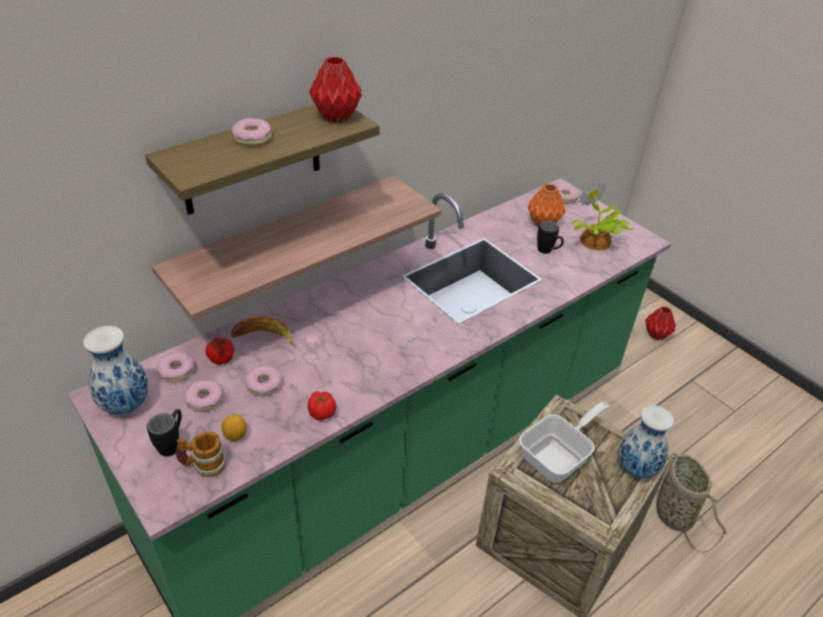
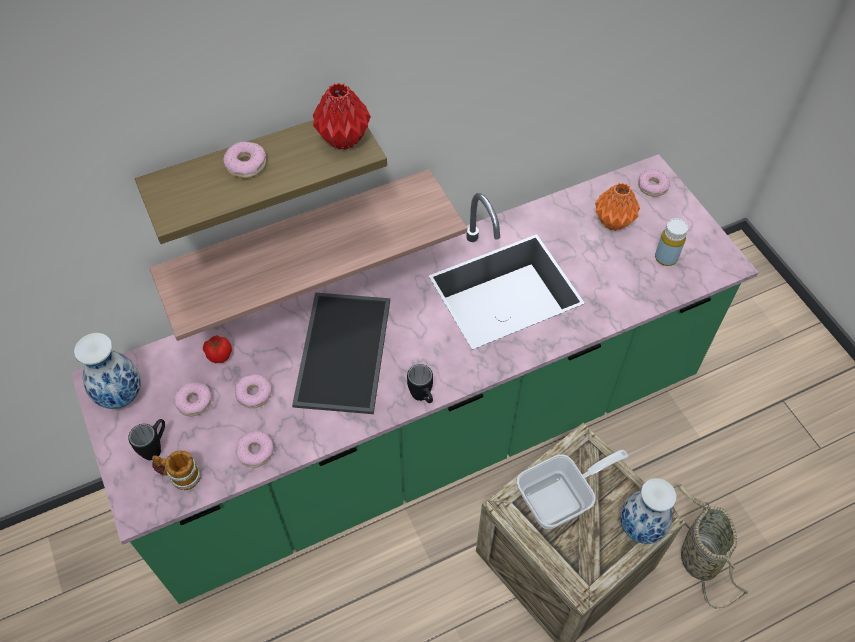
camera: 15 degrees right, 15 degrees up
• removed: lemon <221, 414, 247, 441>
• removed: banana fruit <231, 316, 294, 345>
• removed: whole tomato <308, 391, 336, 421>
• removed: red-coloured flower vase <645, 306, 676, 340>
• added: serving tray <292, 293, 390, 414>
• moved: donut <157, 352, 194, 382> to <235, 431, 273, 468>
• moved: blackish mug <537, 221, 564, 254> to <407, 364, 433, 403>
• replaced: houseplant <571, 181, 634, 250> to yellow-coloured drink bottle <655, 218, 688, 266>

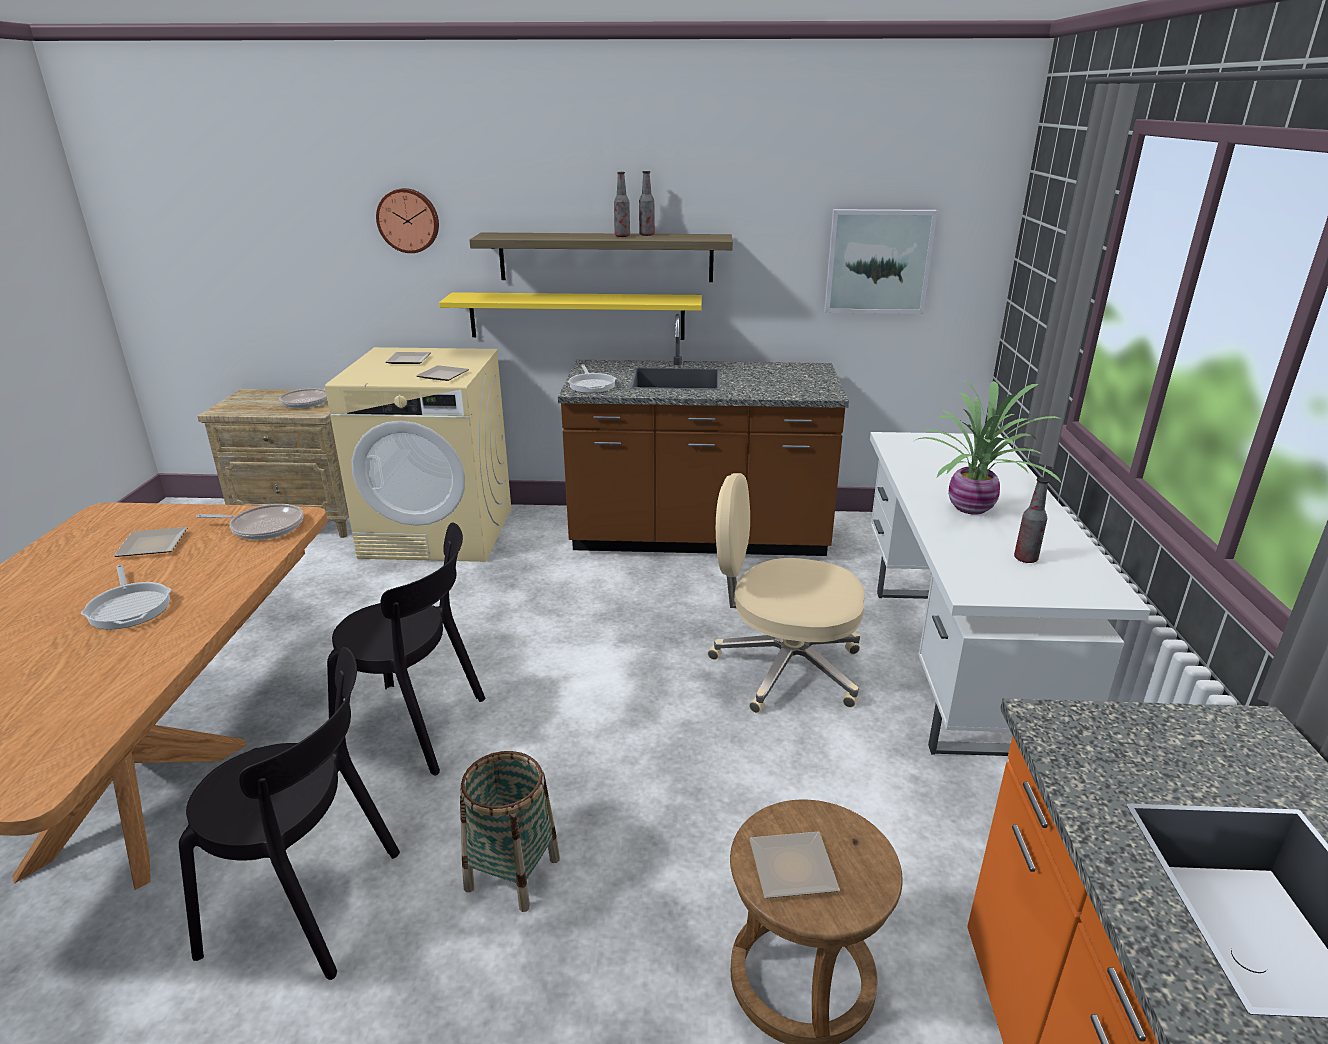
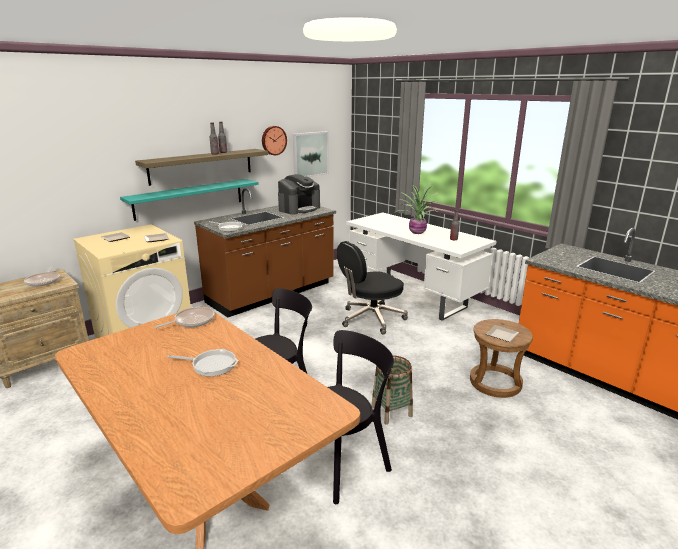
camera: 45 degrees left, 5 degrees down
• removed: flat dish <113, 527, 188, 557>
• added: coffee maker <278, 174, 320, 214>
• moved: clock on the wall <376, 188, 439, 253> to <262, 126, 287, 155>
• recoloured: yellow-coloured wall shelf <439, 292, 702, 340> to turquoise-coloured wall shelf <120, 179, 259, 221>
• recoloured: beige office chair <707, 473, 865, 713> to blackish office chair <337, 241, 408, 334>

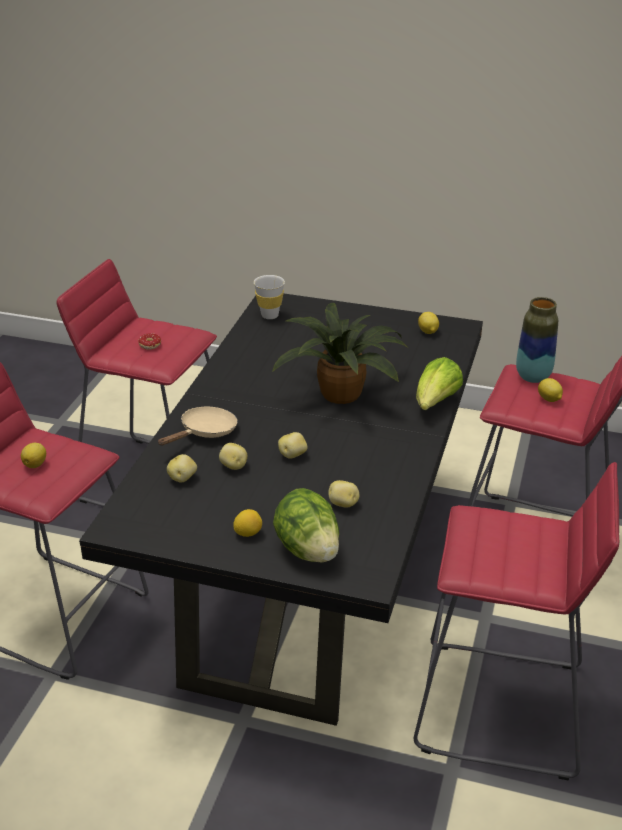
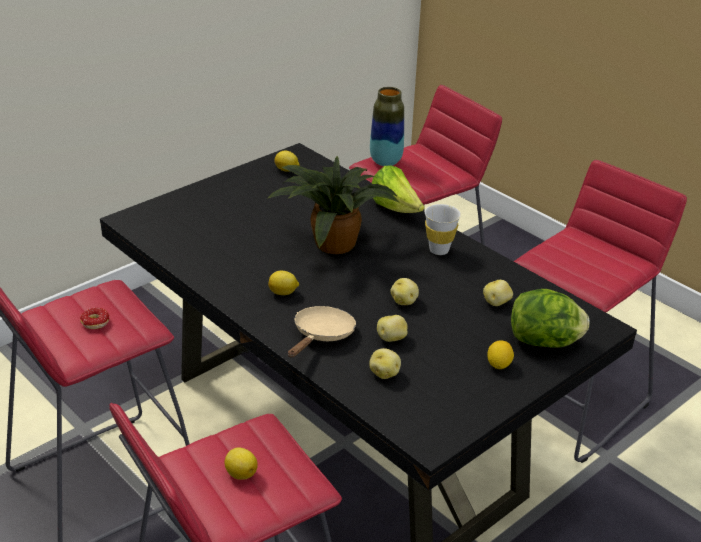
camera: 60 degrees left, 0 degrees up
• moved: white-coloured cup <254, 275, 285, 319> to <425, 204, 461, 255>
• moved: lemon <538, 378, 563, 402> to <268, 271, 299, 295>
• turned: beige frying pan <157, 407, 238, 445> = <288, 306, 356, 358> 45 degrees clockwise

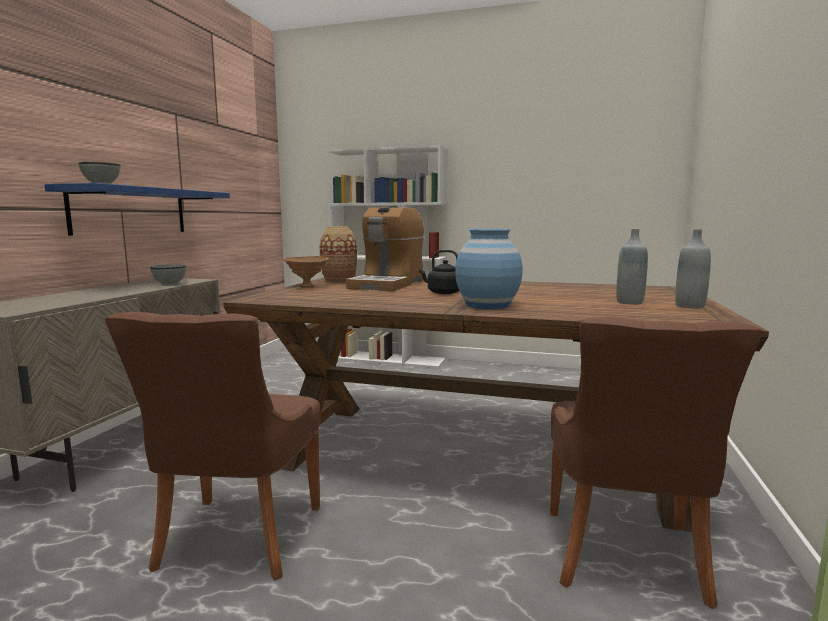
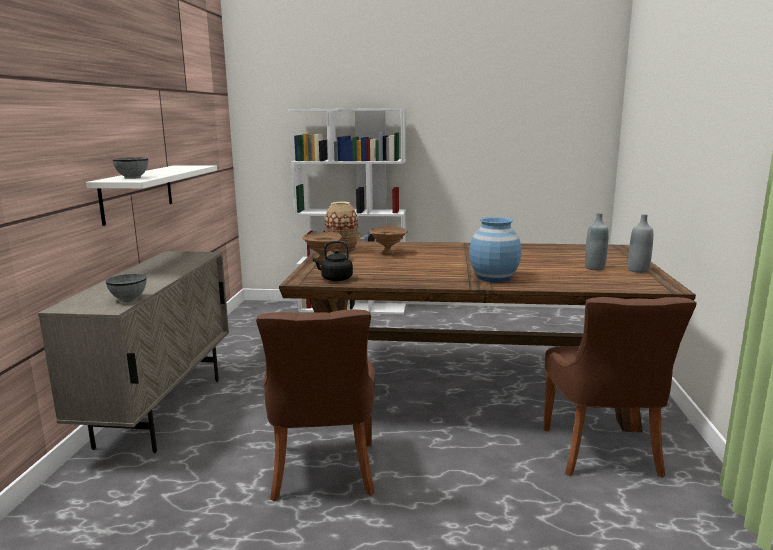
camera: 10 degrees left, 5 degrees up
• moved: gray serving bowl <150, 265, 186, 286> to <106, 274, 147, 302>
• moved: blackish kettle <419, 250, 459, 294> to <312, 241, 353, 281>
• replaced: coffee maker <346, 206, 424, 291> to brownish serving bowl <369, 226, 408, 254>
• recoloured: bluish wall shelf <45, 183, 230, 236> to white-coloured wall shelf <86, 165, 217, 226>

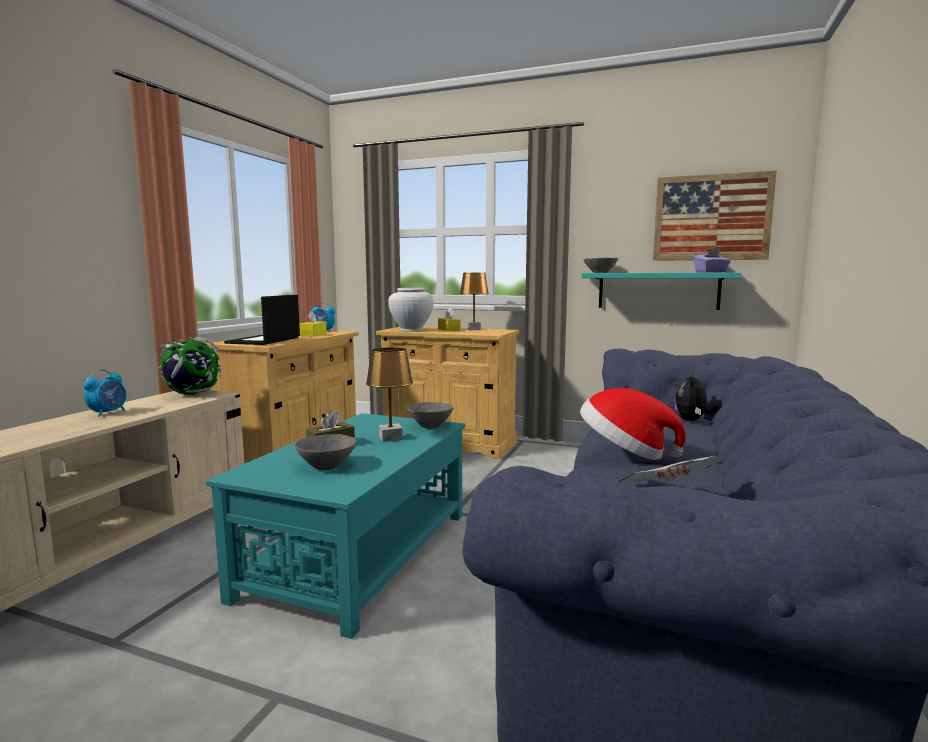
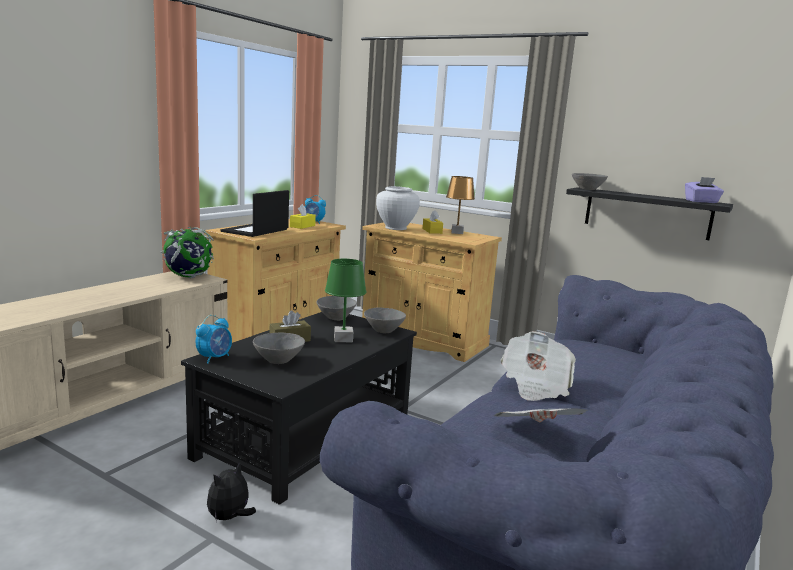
camera: 10 degrees right, 5 degrees up
• removed: picture <653, 170, 777, 261>
• added: gray serving bowl <316, 296, 357, 321>
• moved: table clock <83, 369, 127, 417> to <196, 315, 232, 363>
• moved: plush toy <674, 372, 718, 421> to <207, 462, 256, 521>
• replaced: hat <580, 388, 686, 460> to newspaper <501, 331, 576, 401>
• recoloured: turquoise-coloured low table <206, 413, 465, 639> to blackish low table <181, 312, 417, 505>
• recoloured: brownish tabletop lamp <366, 347, 413, 442> to green-coloured tabletop lamp <325, 259, 367, 342>
• recoloured: turquoise-coloured wall shelf <582, 273, 742, 310> to blackish wall shelf <566, 187, 733, 240>

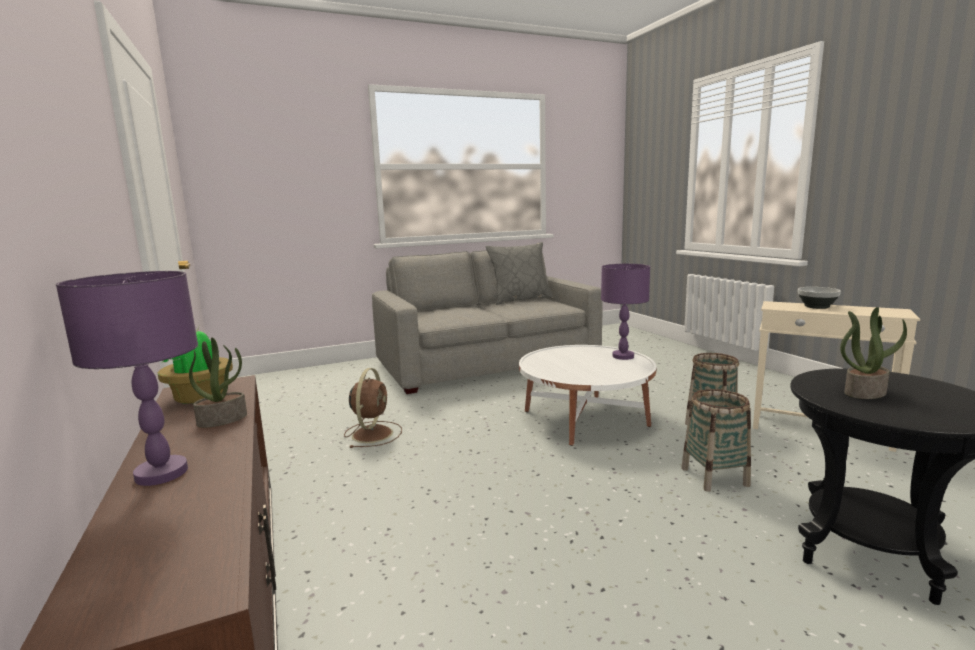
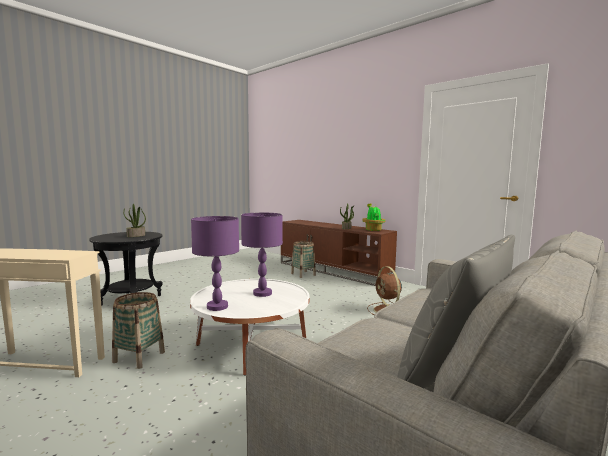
camera: 155 degrees right, 5 degrees down
• removed: serving bowl <798, 287, 841, 309>
• moved: purple-coloured tabletop lamp <56, 271, 198, 486> to <241, 213, 283, 297>
• moved: basket <681, 389, 751, 492> to <291, 241, 316, 278>

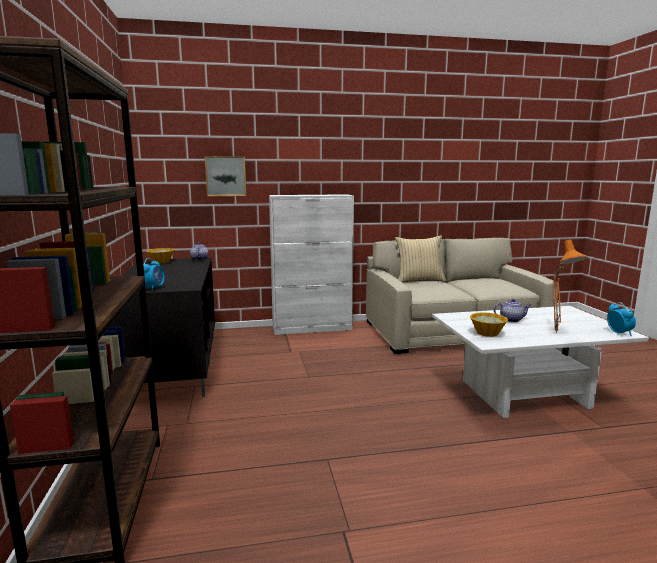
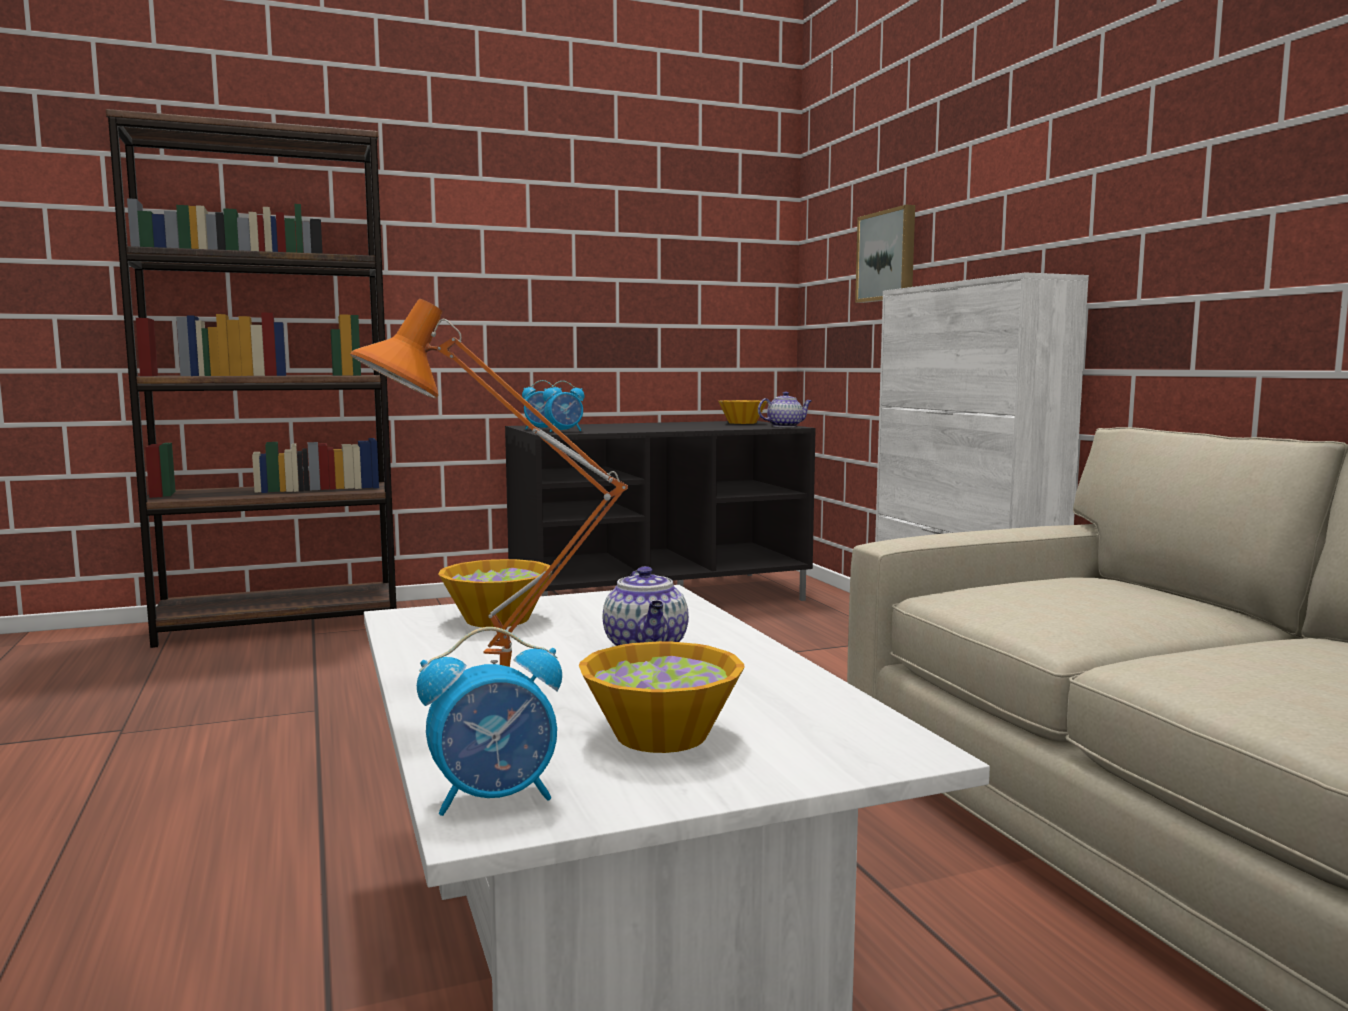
camera: 80 degrees right, 5 degrees down
• removed: beige throw pillow <395, 236, 446, 282>
• added: table clock <543, 381, 584, 432>
• added: serving bowl <579, 641, 745, 753>

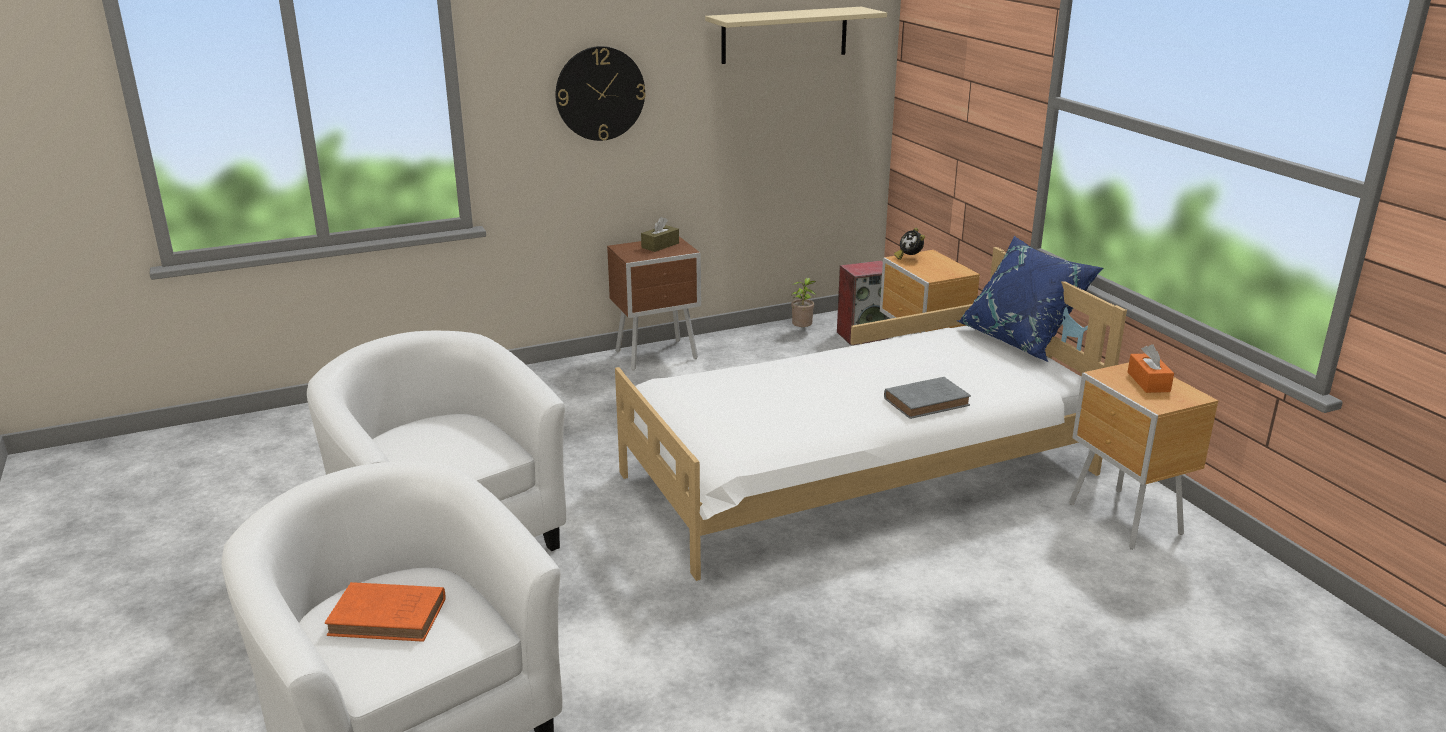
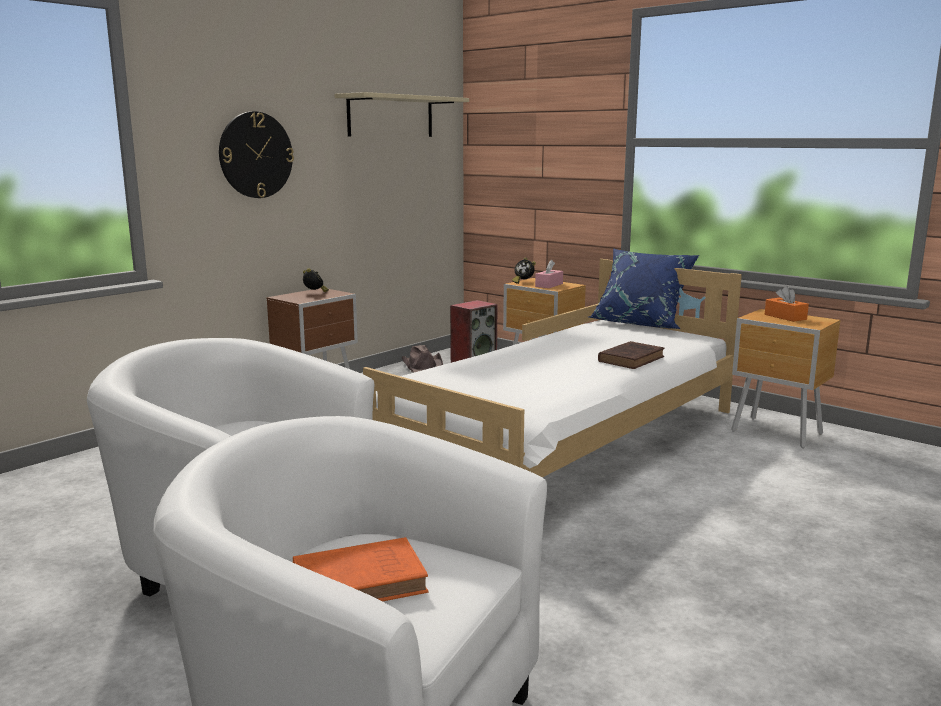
camera: 25 degrees left, 10 degrees down
• added: pinkish tissue box <535, 260, 563, 288>
• replaced: brownish tissue box <641, 217, 679, 252> to table clock <303, 268, 329, 292>
• replaced: houseplant <791, 278, 816, 327> to brownish hat <402, 345, 443, 373>
• recoloured: gray volume <884, 377, 971, 419> to brownish volume <598, 341, 665, 369>

